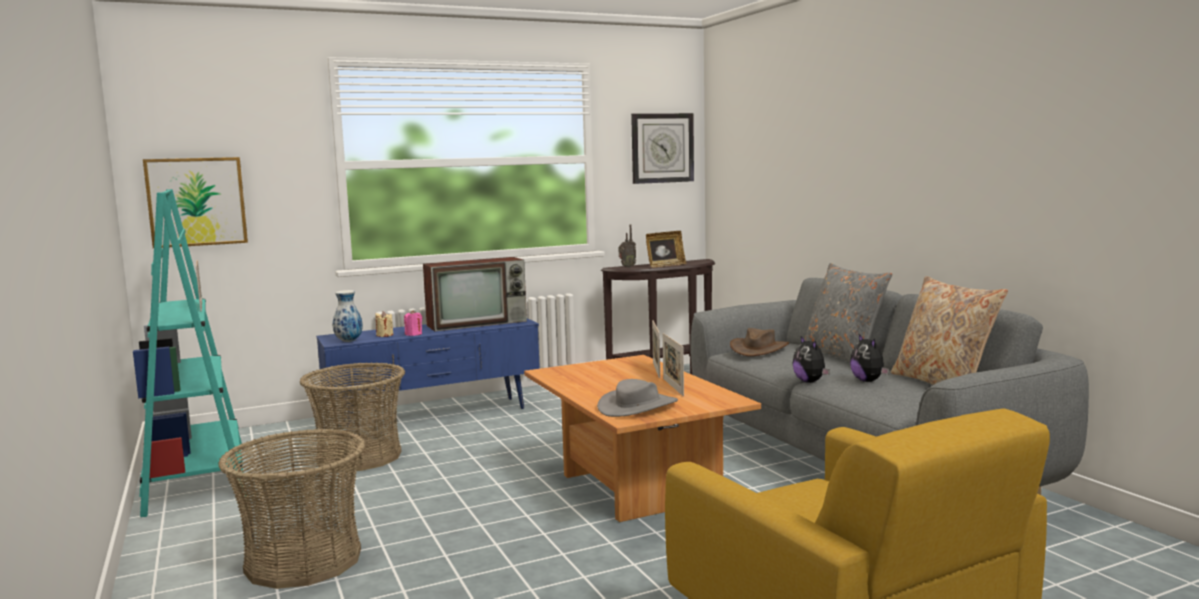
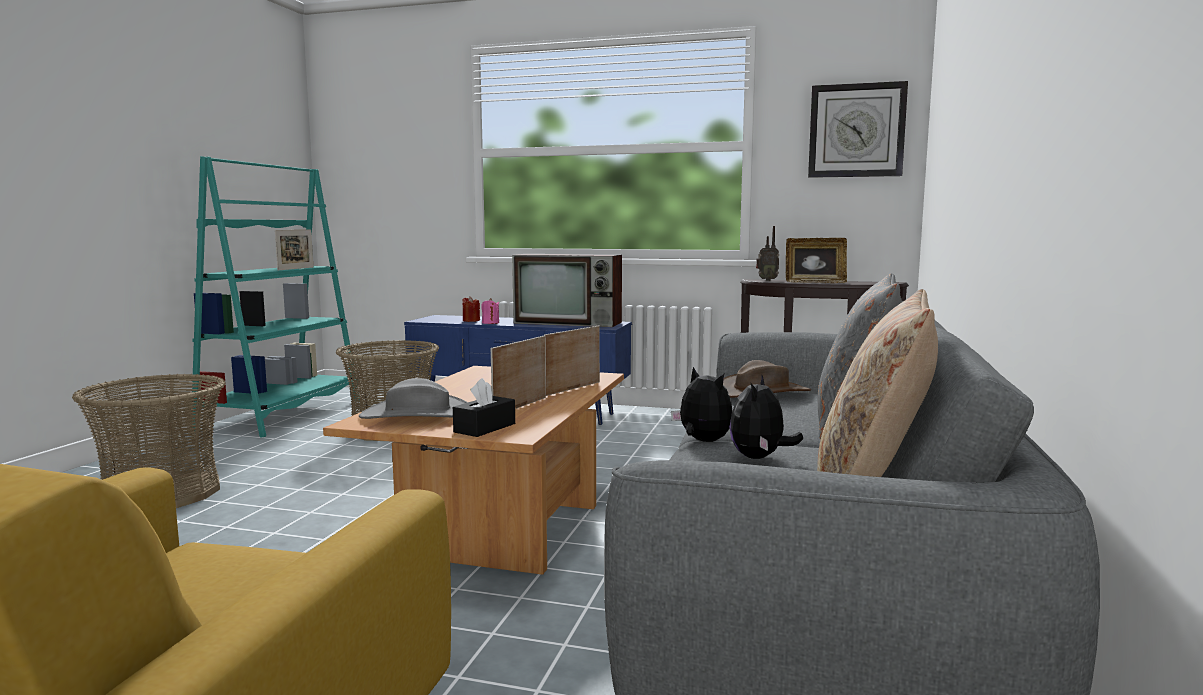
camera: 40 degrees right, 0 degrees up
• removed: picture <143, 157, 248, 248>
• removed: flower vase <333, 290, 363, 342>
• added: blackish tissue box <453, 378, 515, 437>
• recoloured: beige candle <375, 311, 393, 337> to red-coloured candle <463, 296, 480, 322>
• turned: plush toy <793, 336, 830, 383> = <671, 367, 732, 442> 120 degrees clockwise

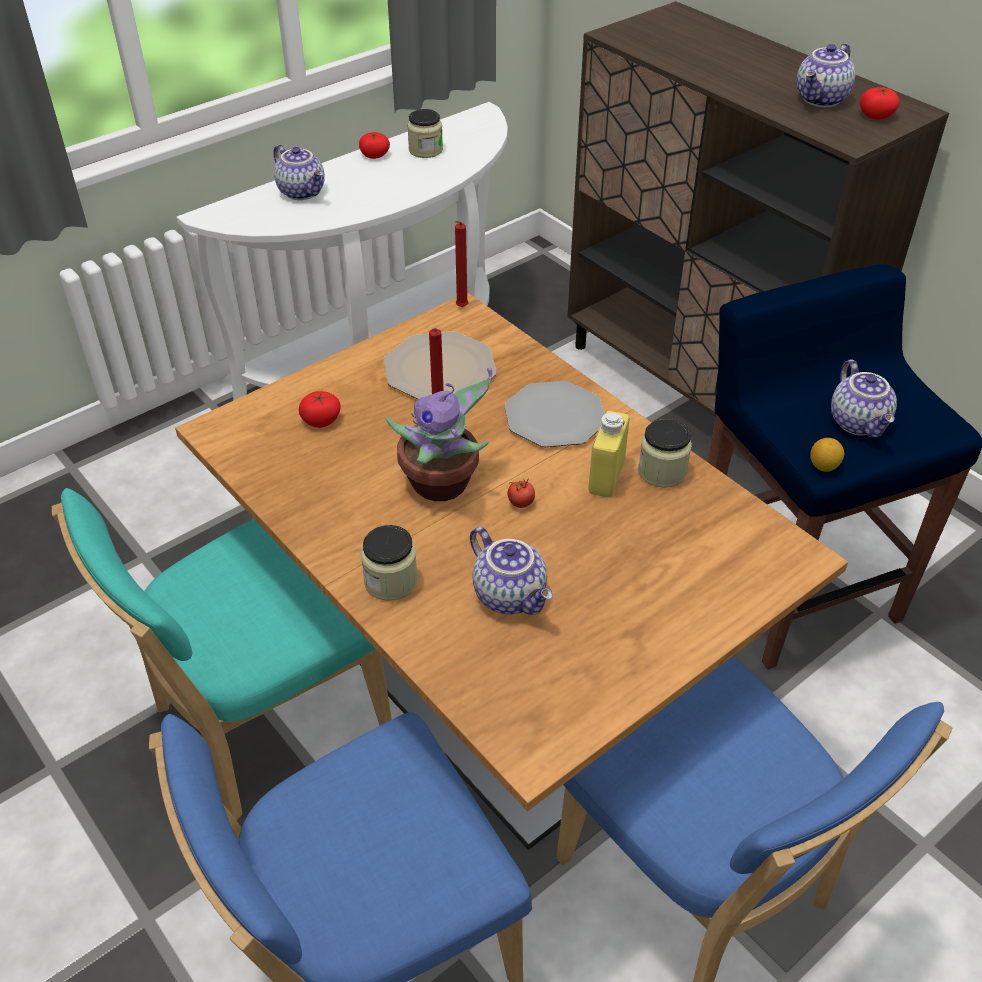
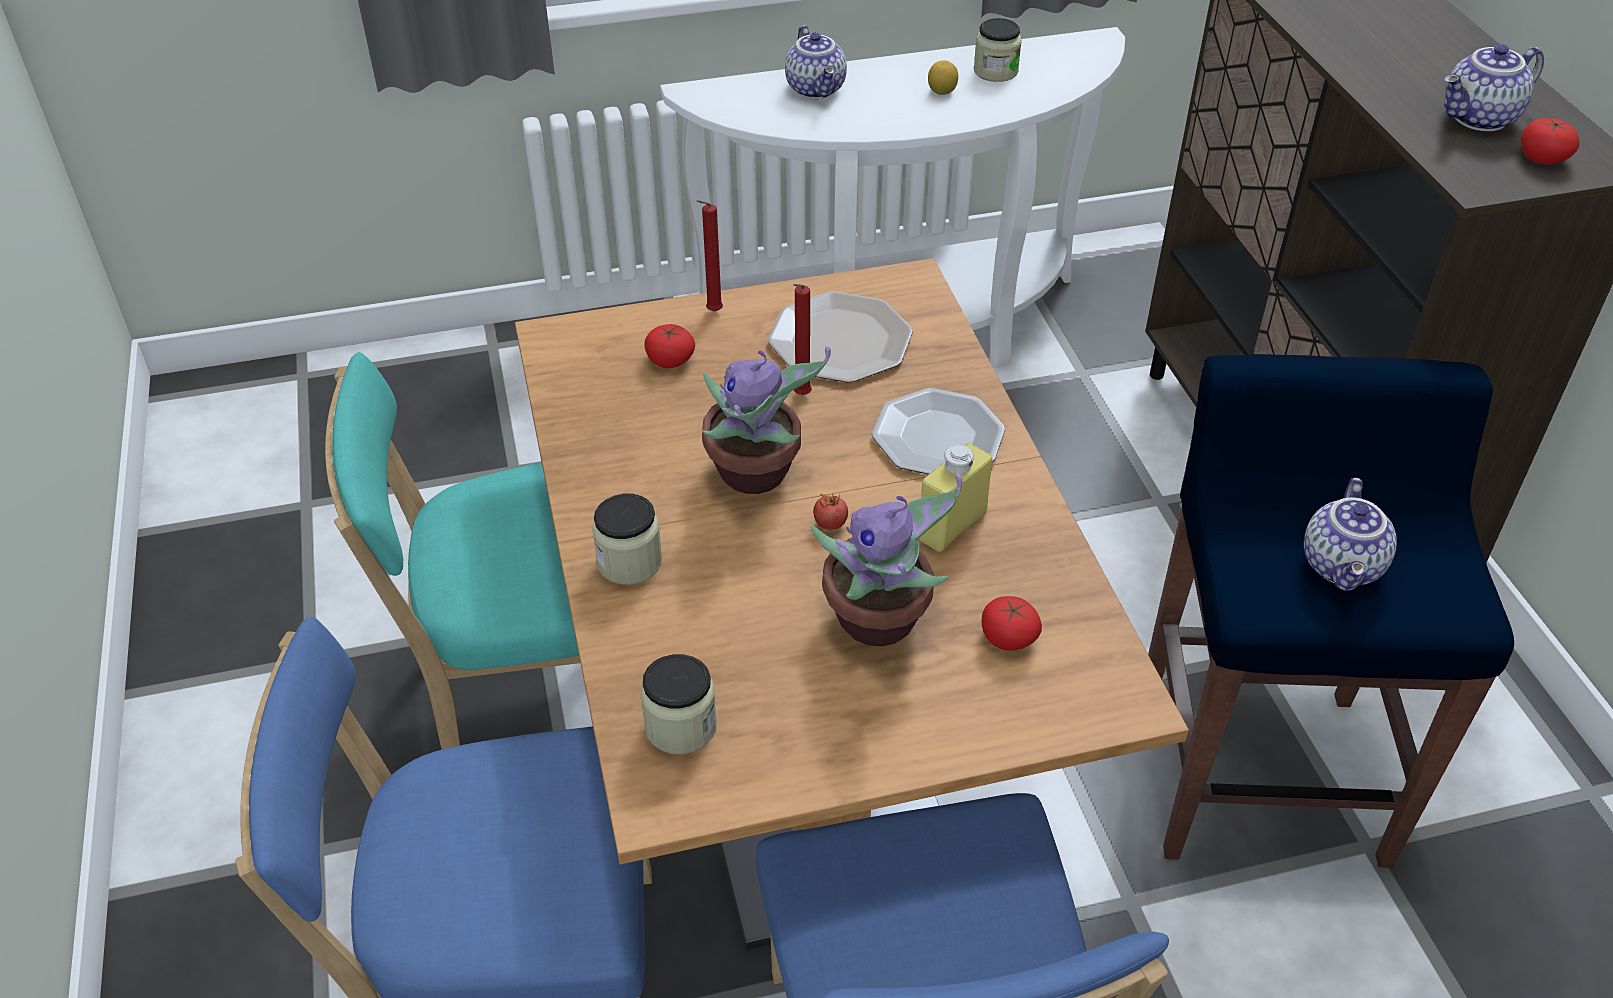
camera: 25 degrees right, 0 degrees up
• removed: pot for tea <470, 527, 553, 615>
• added: houseplant <811, 474, 962, 646>
• moved: whole tomato <359, 132, 390, 159> to <982, 596, 1042, 651>
• moved: red-coloured candle <455, 221, 469, 307> to <697, 200, 723, 312>
• moved: preserve jar <638, 419, 692, 488> to <641, 654, 717, 754>
• moved: lemon <810, 438, 844, 472> to <928, 60, 958, 95>

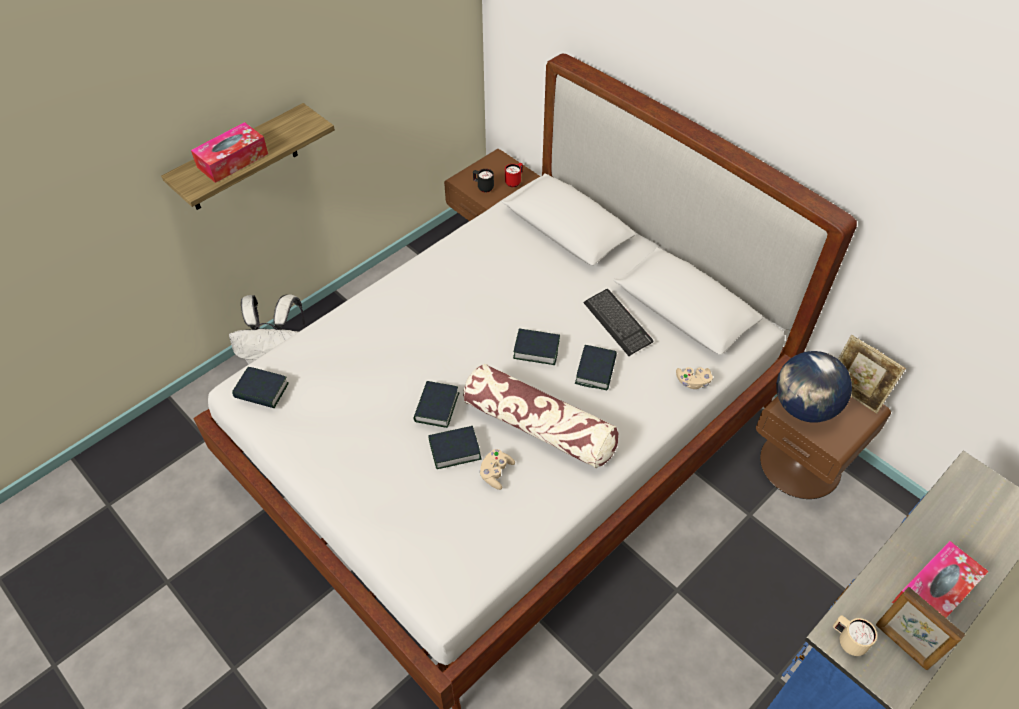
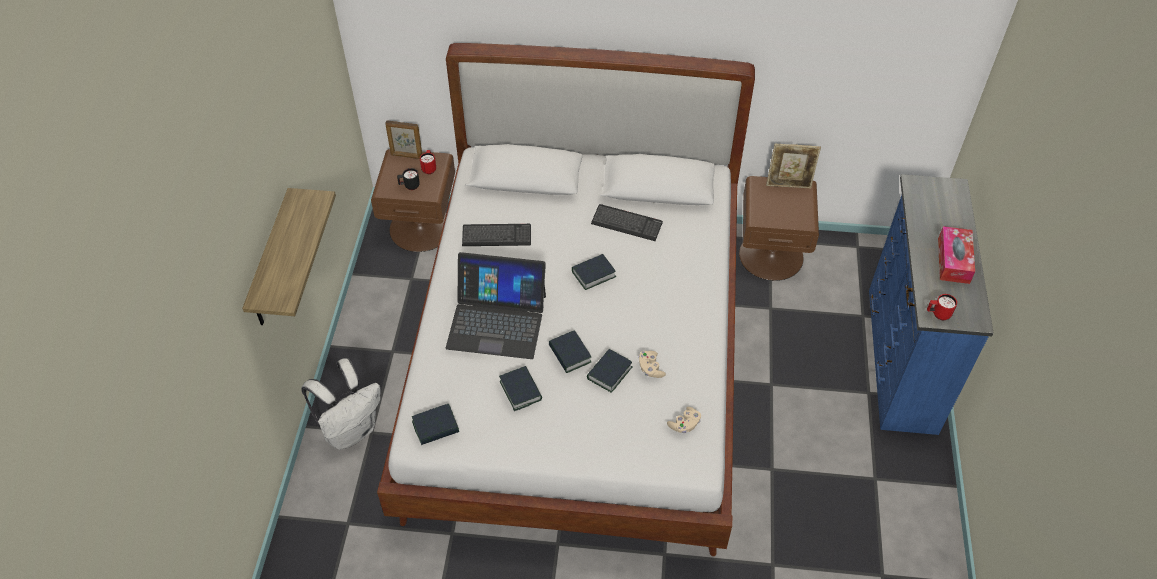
camera: 40 degrees left, 0 degrees up
• removed: tissue box <191, 122, 268, 183>
• removed: throw pillow <463, 364, 618, 468>
• removed: desk globe <776, 351, 852, 423>
• added: portable computer <446, 252, 546, 359>
• added: computer keyboard <462, 224, 531, 246>
• moved: volume <575, 345, 617, 390> to <499, 366, 542, 411>
• moved: beige game controller <676, 367, 713, 389> to <667, 407, 701, 433>
• moved: photo frame <876, 587, 965, 670> to <385, 120, 422, 159>
• recoloured: beige mug <833, 615, 877, 656> to red-coloured mug <927, 294, 957, 320>

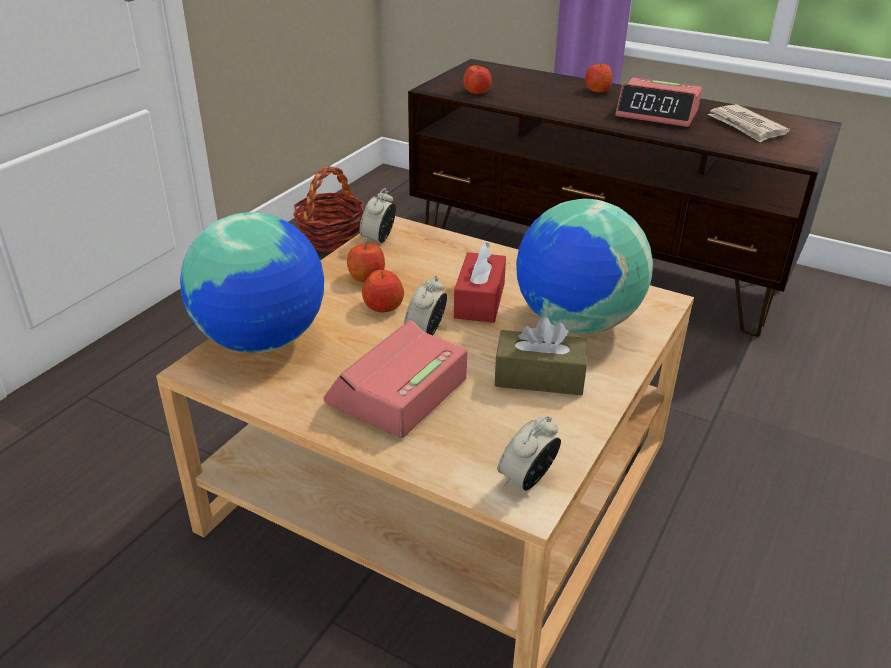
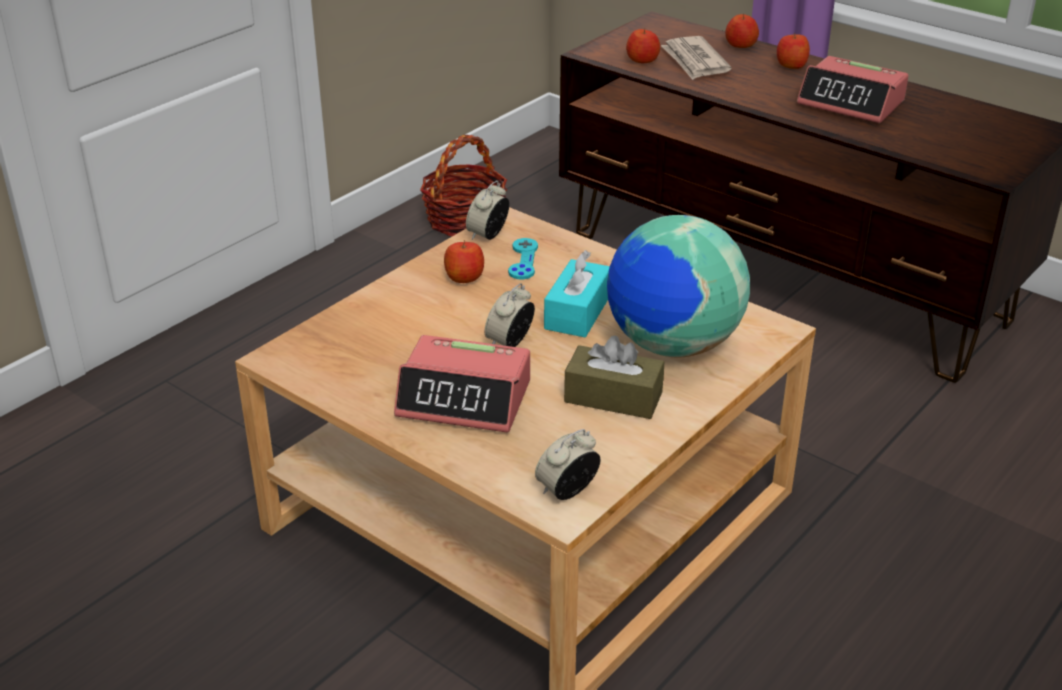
camera: 10 degrees right, 0 degrees up
• removed: desk globe <180, 212, 324, 353>
• added: turquoise-coloured game controller <508, 238, 538, 280>
• moved: apple fruit <362, 270, 404, 312> to <725, 13, 759, 48>
• moved: newspaper <707, 104, 790, 143> to <661, 36, 731, 80>
• recoloured: red-coloured tissue box <454, 241, 506, 323> to turquoise-coloured tissue box <544, 250, 610, 337>
• turned: table clock <324, 320, 467, 438> = <394, 335, 530, 433> 120 degrees counterclockwise

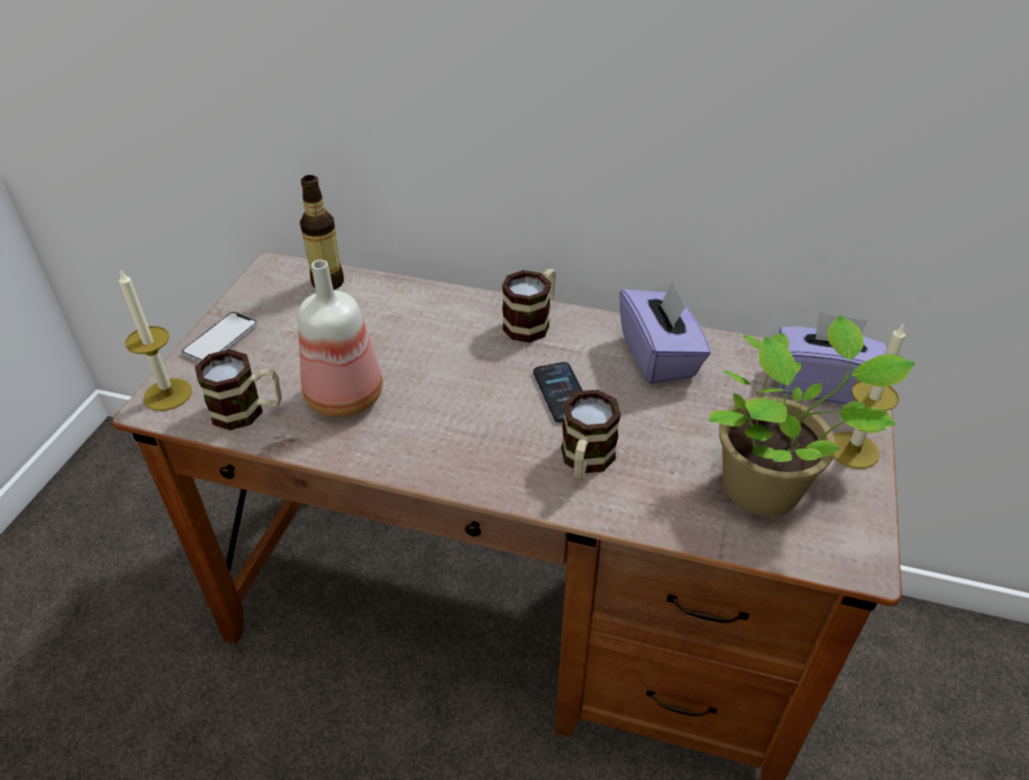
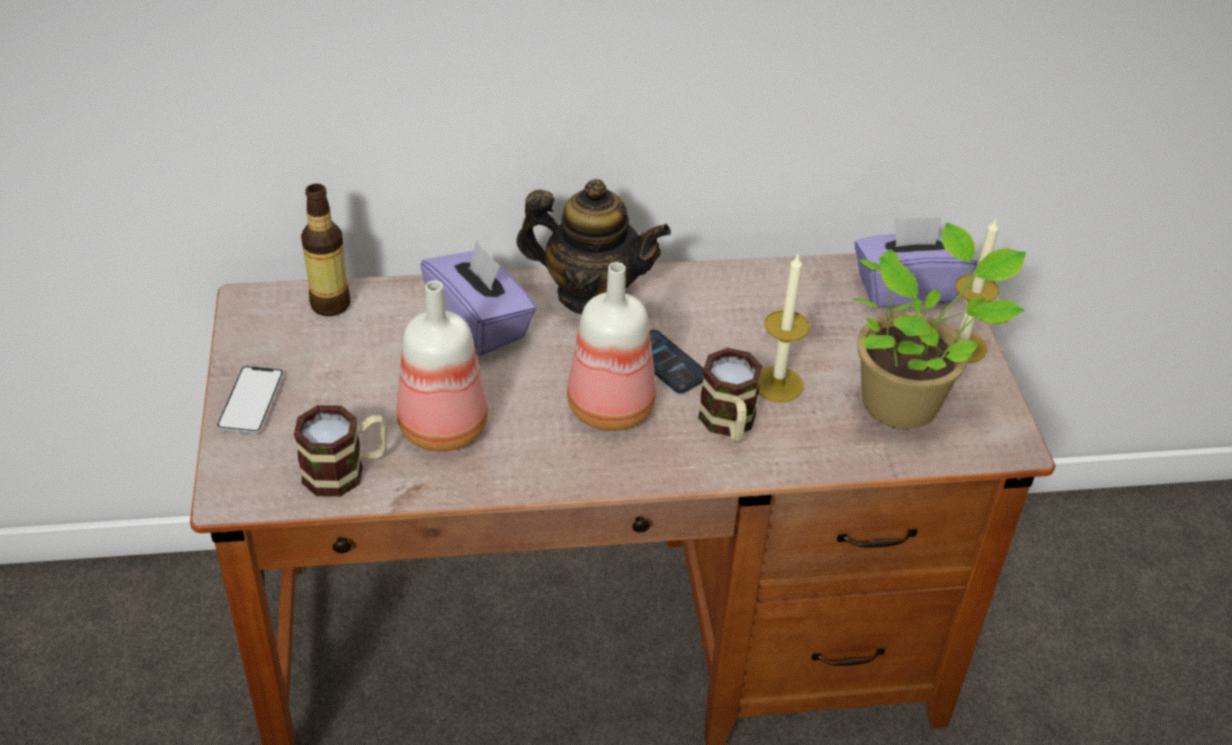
camera: 25 degrees left, 0 degrees up
• added: drink bottle <567, 262, 656, 431>
• moved: candle <119, 269, 192, 411> to <758, 253, 810, 402>
• moved: purple-coloured tissue box <619, 281, 711, 384> to <420, 240, 536, 356>
• replaced: mug <502, 269, 556, 343> to pot for tea <516, 179, 671, 314>

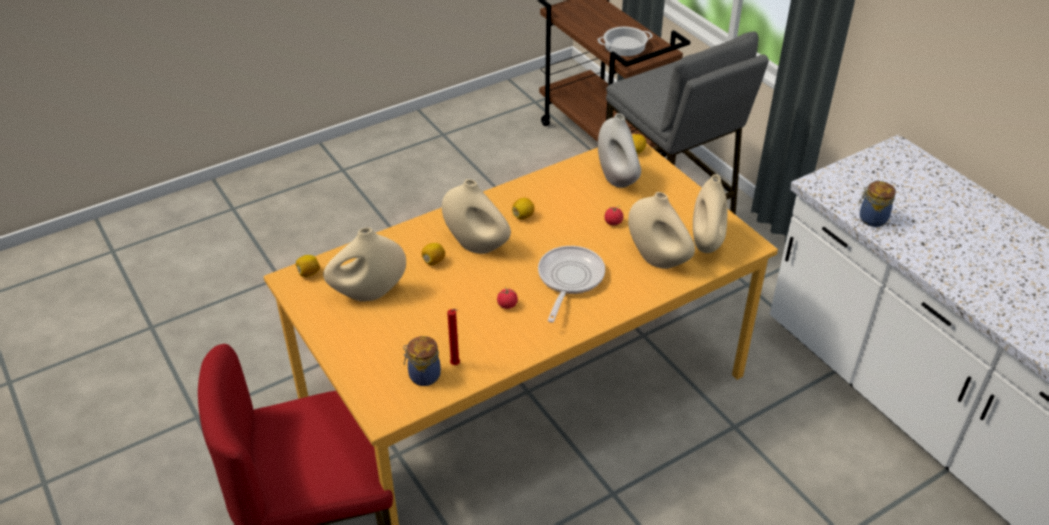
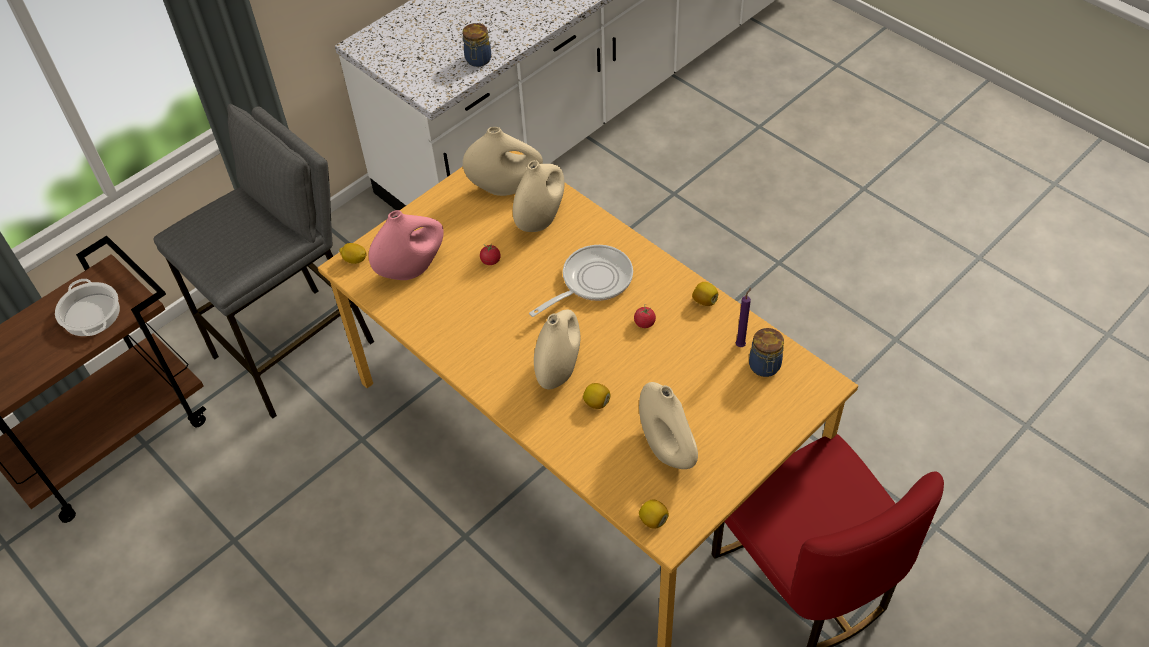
camera: 100 degrees left, 10 degrees up
• moved: lemon <512, 198, 535, 219> to <692, 282, 718, 306>
• recoloured: red-coloured candle <447, 309, 460, 365> to purple-coloured candle <736, 288, 751, 347>
• recoloured: white-coloured flower vase <598, 113, 641, 188> to pinkish flower vase <369, 210, 444, 280>
• turned: frying pan <538, 246, 605, 323> = <529, 245, 633, 317> 135 degrees clockwise

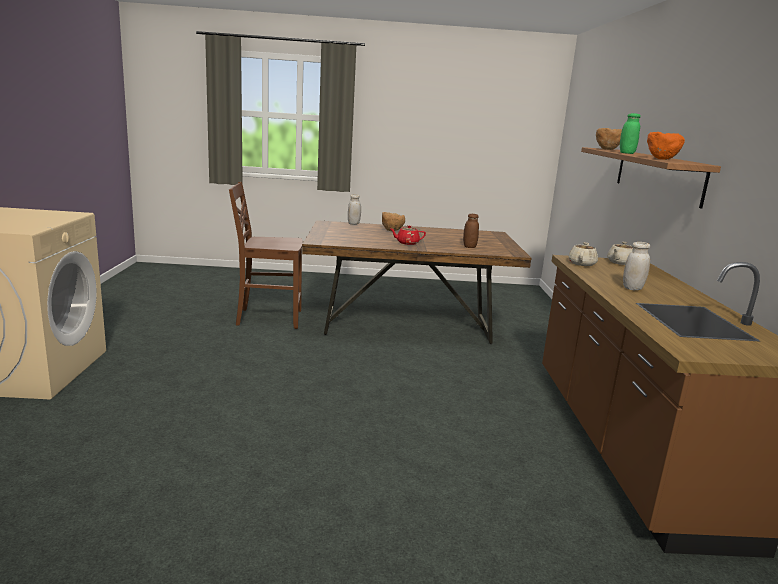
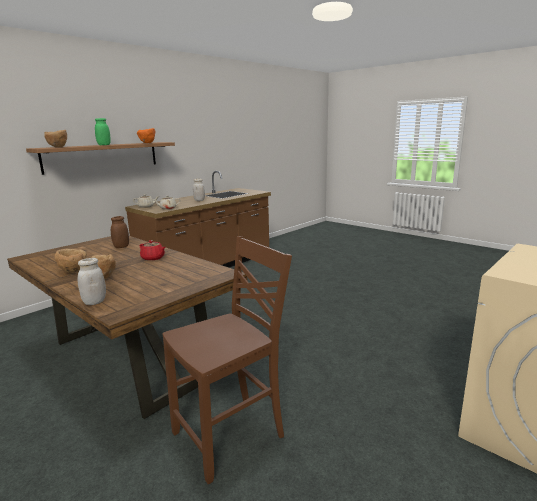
camera: 135 degrees left, 0 degrees up
• added: brownish serving bowl <55, 249, 87, 273>
• turned: brownish chair <229, 182, 303, 329> = <162, 236, 292, 484> 75 degrees counterclockwise

